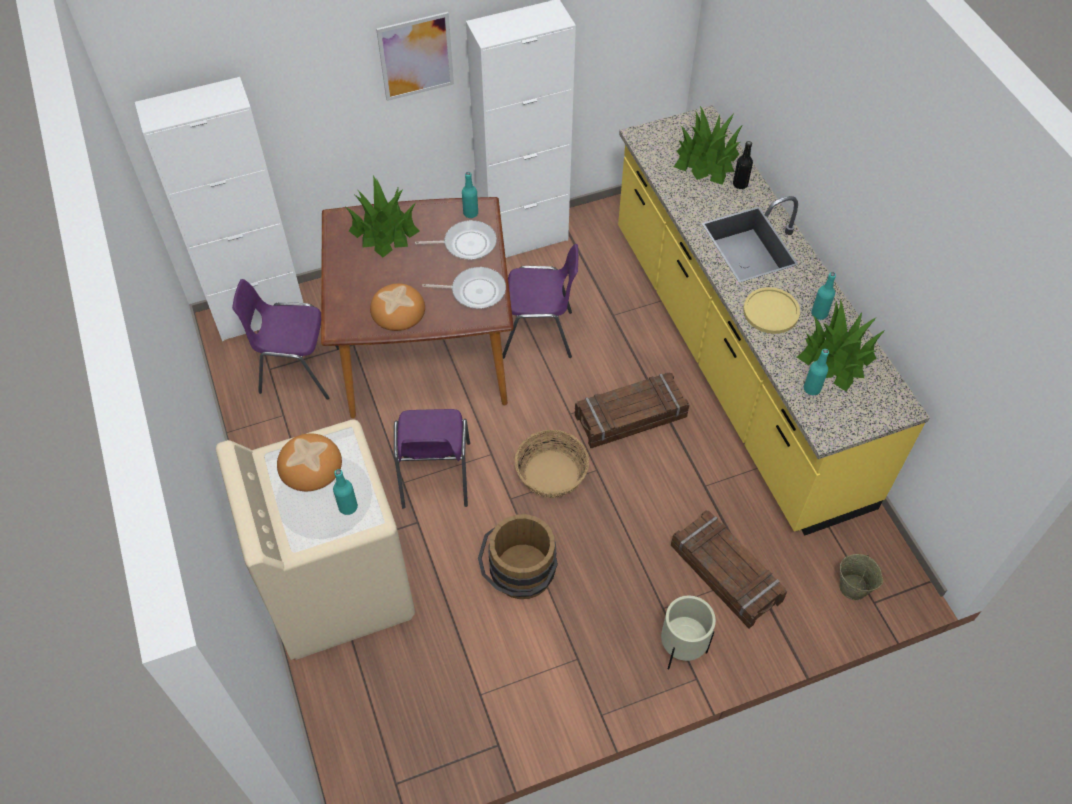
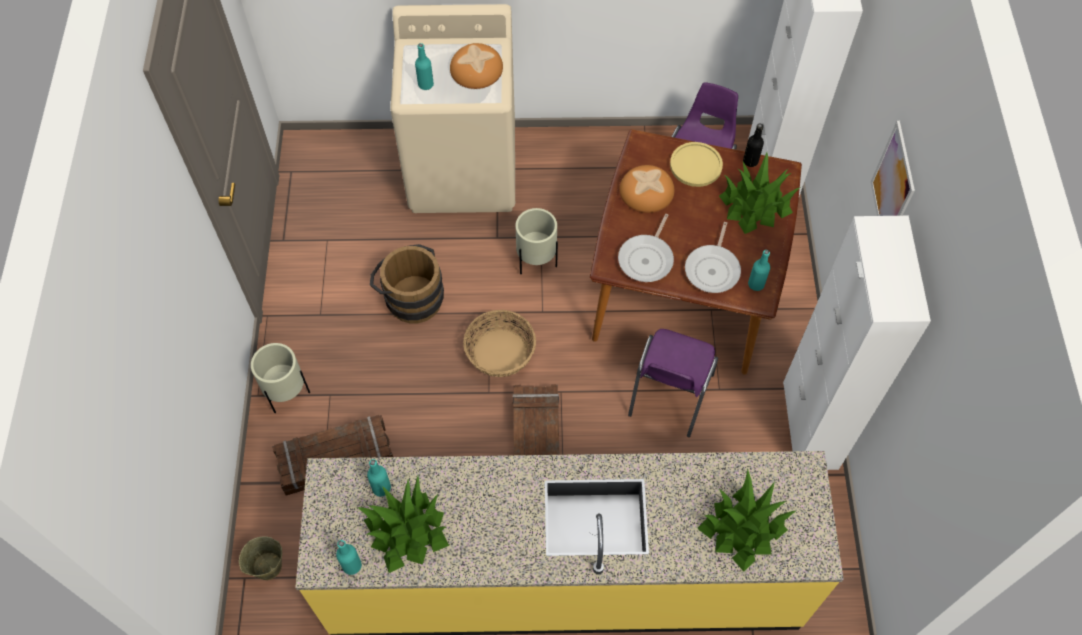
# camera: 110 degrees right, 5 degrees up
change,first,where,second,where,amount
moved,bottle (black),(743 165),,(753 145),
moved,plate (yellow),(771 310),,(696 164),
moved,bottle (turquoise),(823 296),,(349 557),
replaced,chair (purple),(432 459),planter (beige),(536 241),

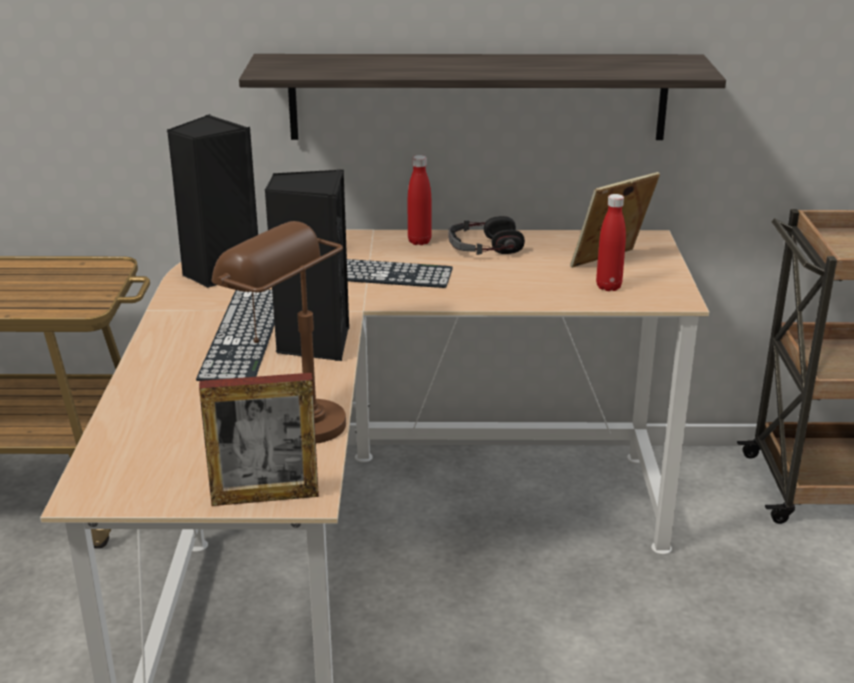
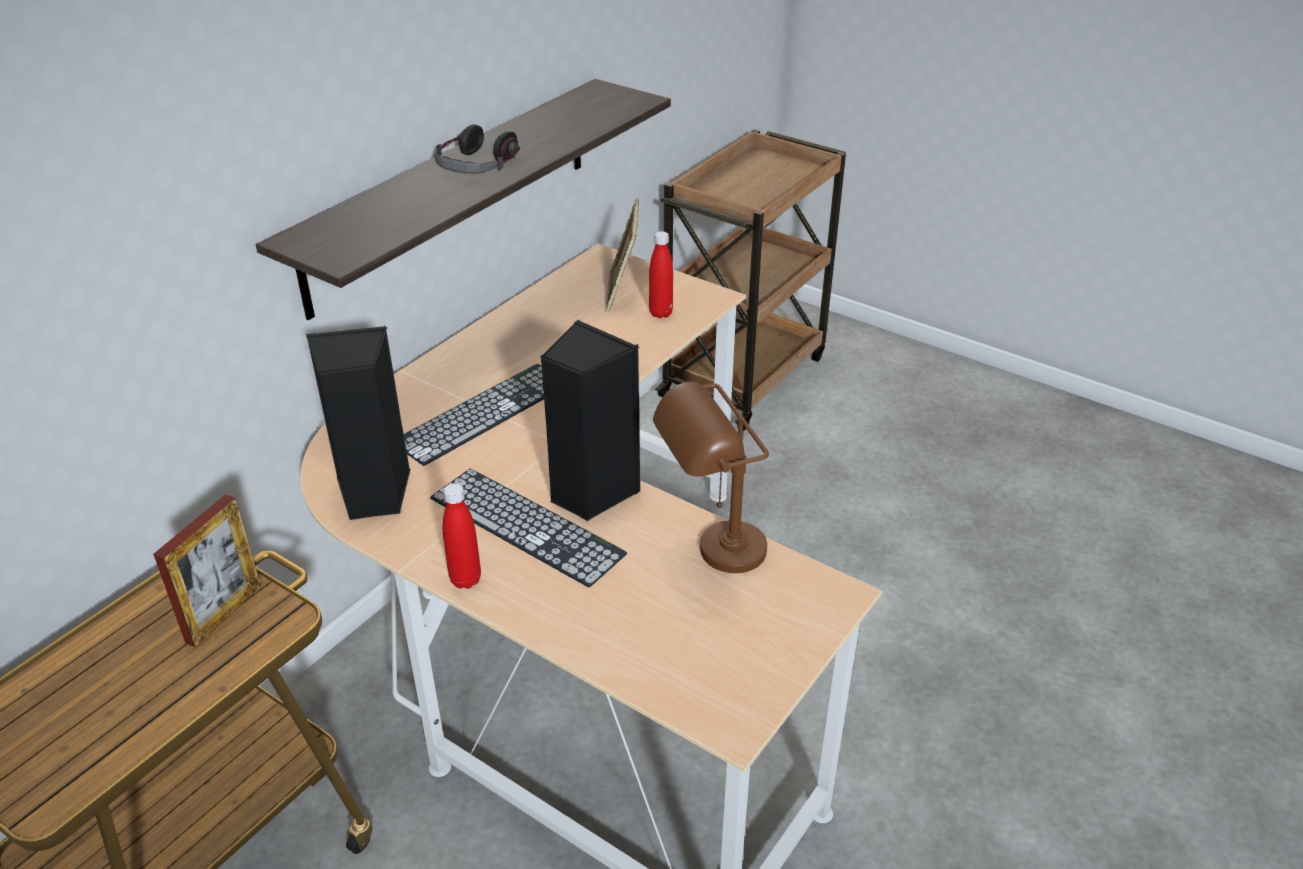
# camera: 55 degrees left, 10 degrees up
change,first,where,second,where,amount
moved,picture frame,(259 439),,(207 570),
moved,bottle (red),(420 200),,(462 536),
moved,headphones,(486 235),,(477 149),

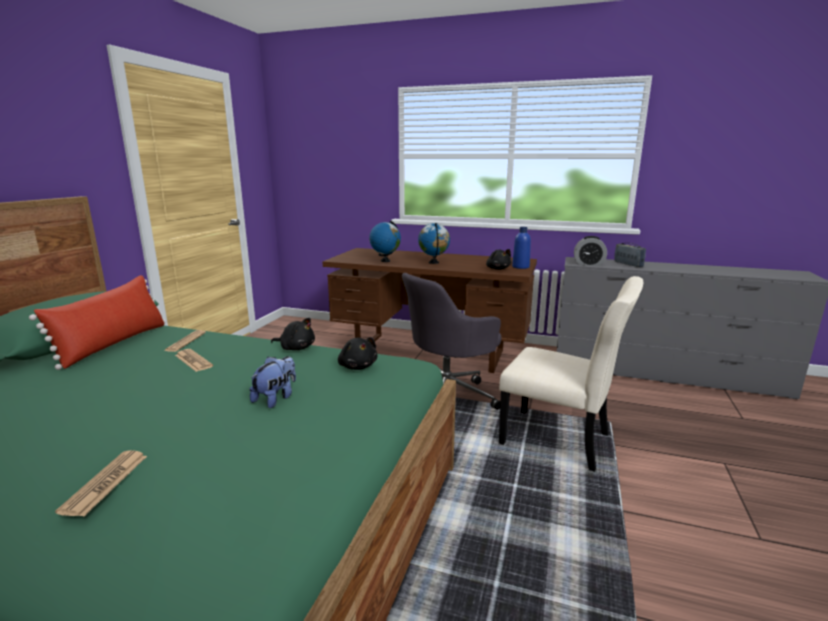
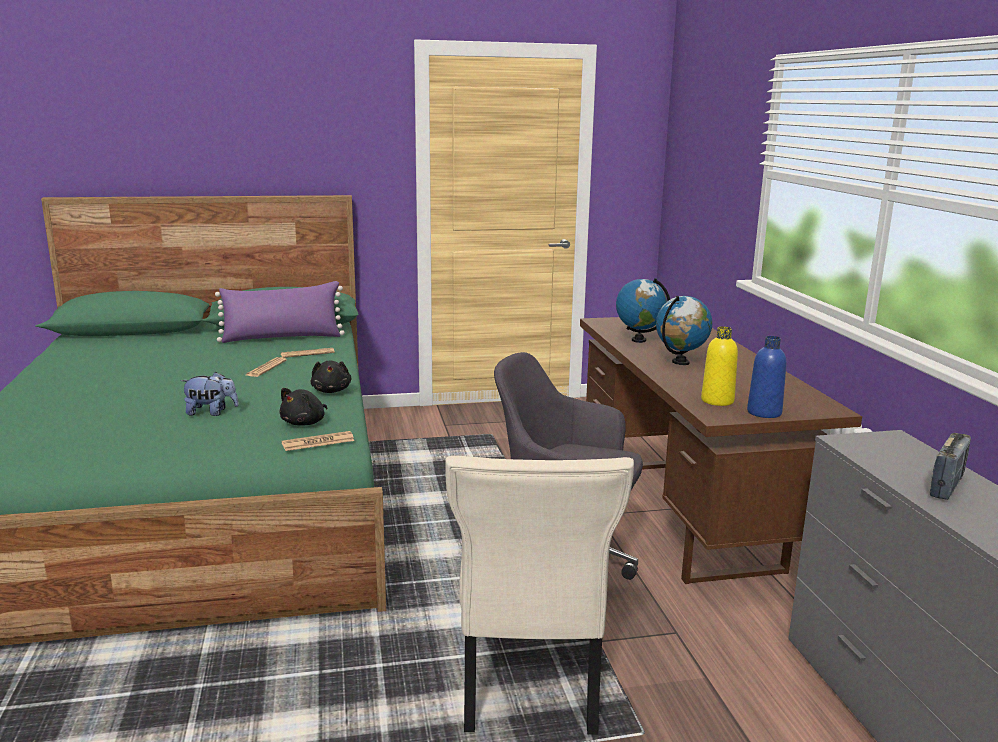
# camera: 60 degrees right, 0 degrees up
change,first,where,second,where,amount
removed,alarm clock,(590 251),,,
moved,newspaper,(101 483),,(318 441),
replaced,plush toy (black),(498 259),bottle (yellow),(719 366),
recoloured,pillow (red),(97 322),pillow (purple),(280 312),

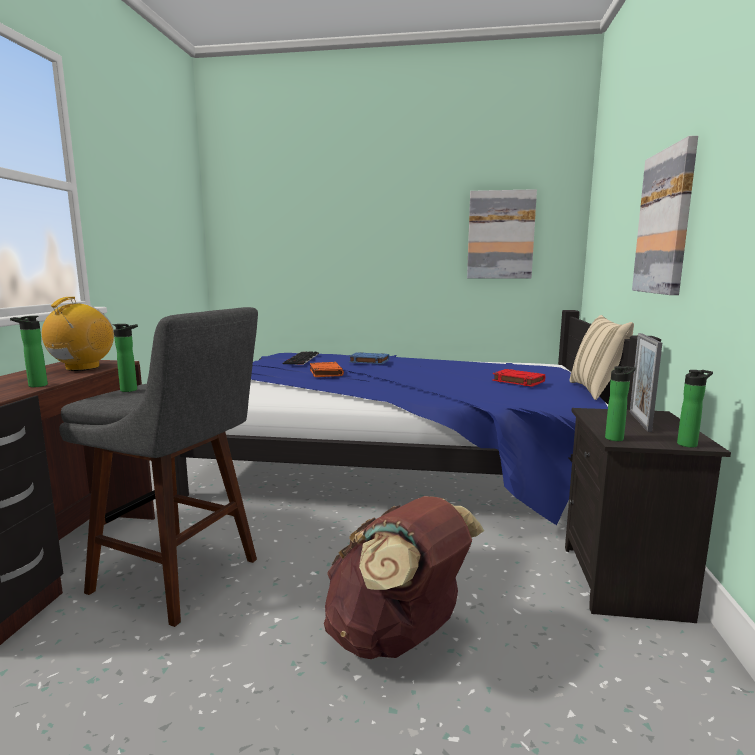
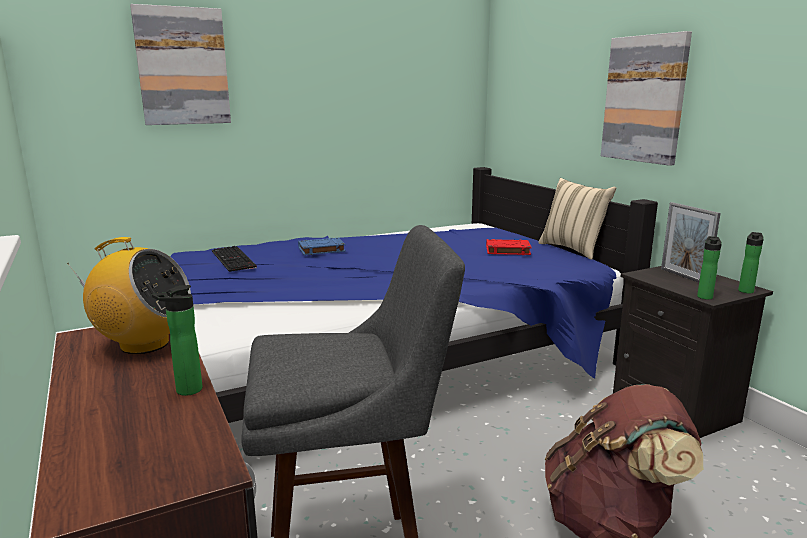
# camera: 35 degrees left, 5 degrees up
change,first,where,second,where,amount
removed,bottle,(125 358),,,
removed,book (orange),(327 369),,,
moved,picture,(502 234),,(180 64),
turned,radio,(78 334),,(129 295),120 degrees clockwise

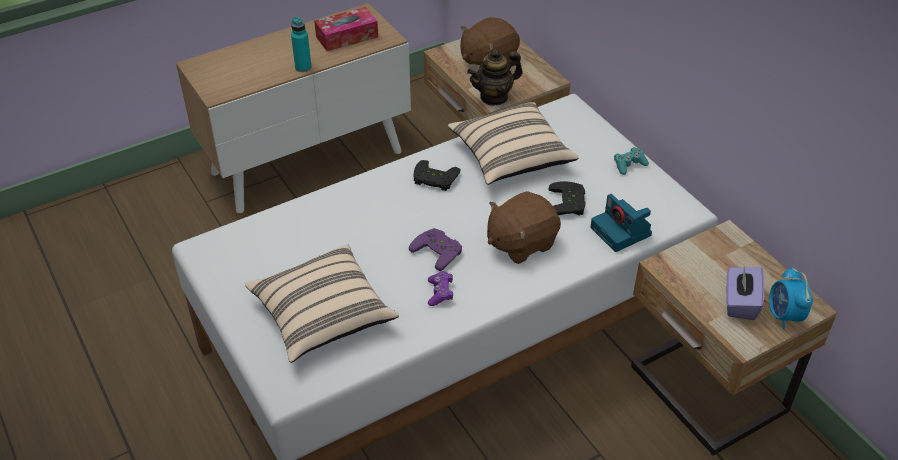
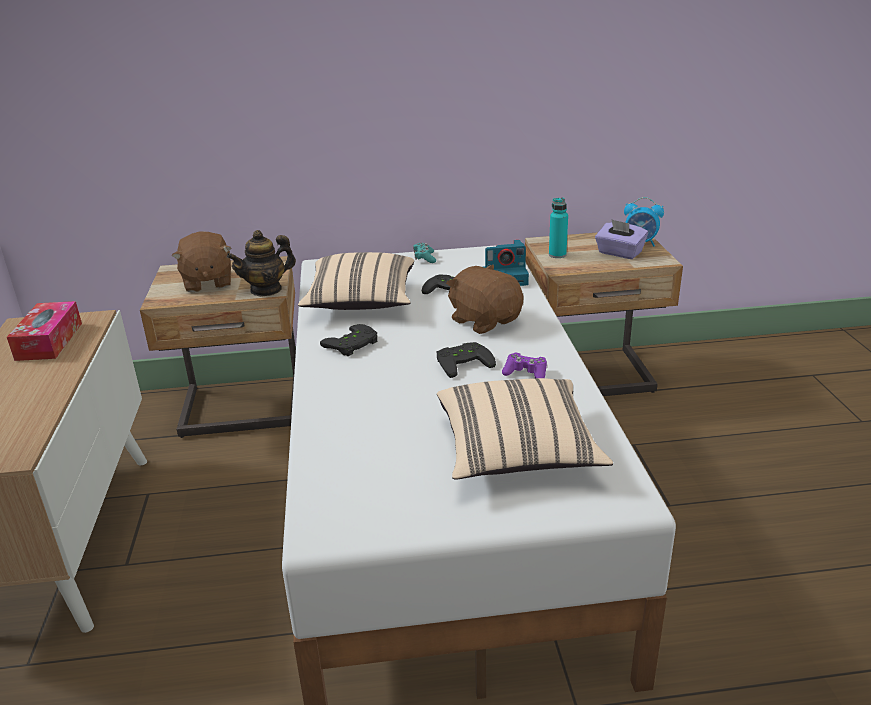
# camera: 65 degrees left, 15 degrees down
change,first,where,second,where,amount
moved,bottle (turquoise),(301 44),,(558 228),
recoloured,game controller (purple),(435 249),game controller (black),(466 360),
turned,teapot,(495 77),,(261 263),60 degrees clockwise
turned,plush toy (brown),(524 227),,(485 299),150 degrees clockwise

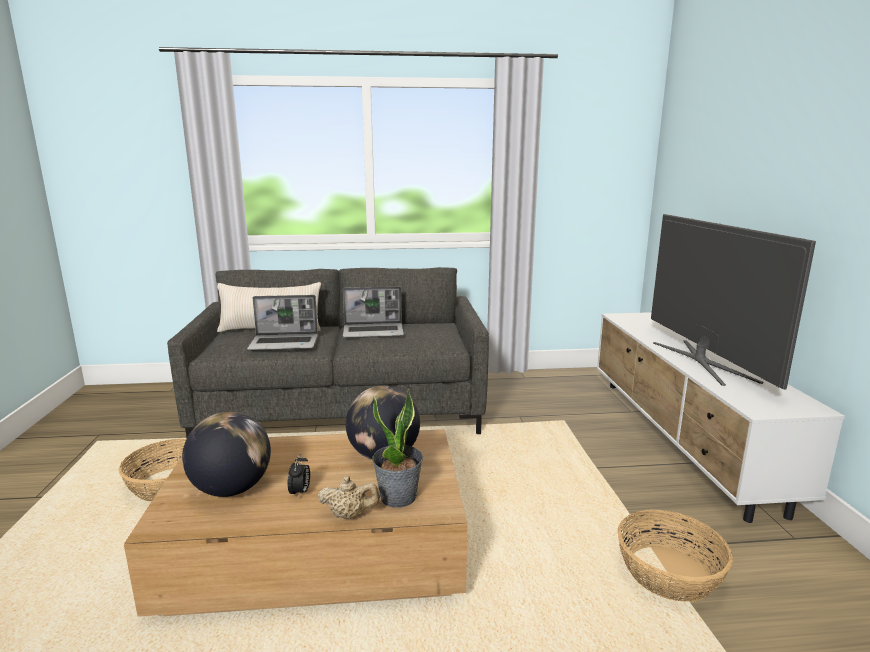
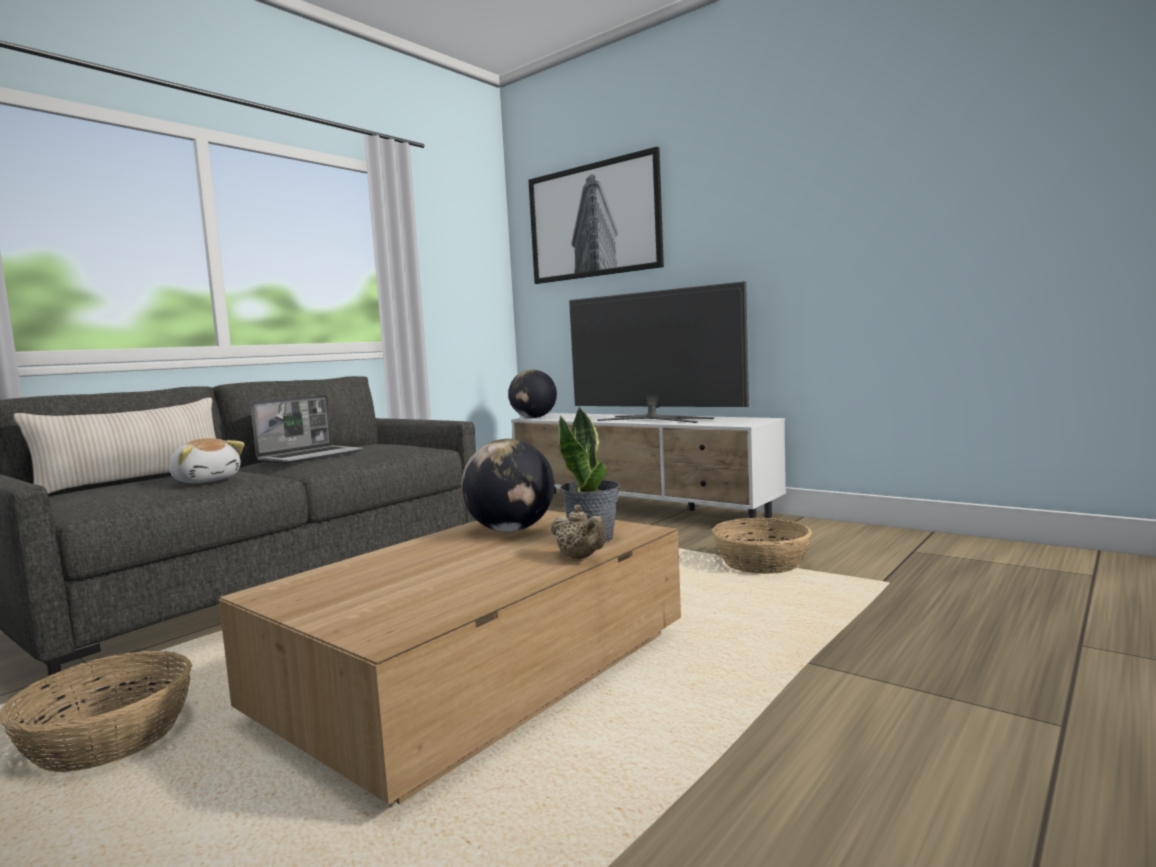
# camera: 45 degrees left, 10 degrees down
change,first,where,second,where,amount
removed,alarm clock,(299 475),,,
added,,,picture,(596 215),
moved,globe,(226 454),,(532 394),
replaced,laptop,(282 322),plush toy,(207 460),
turned,teapot (beige),(349 497),,(578 532),90 degrees clockwise

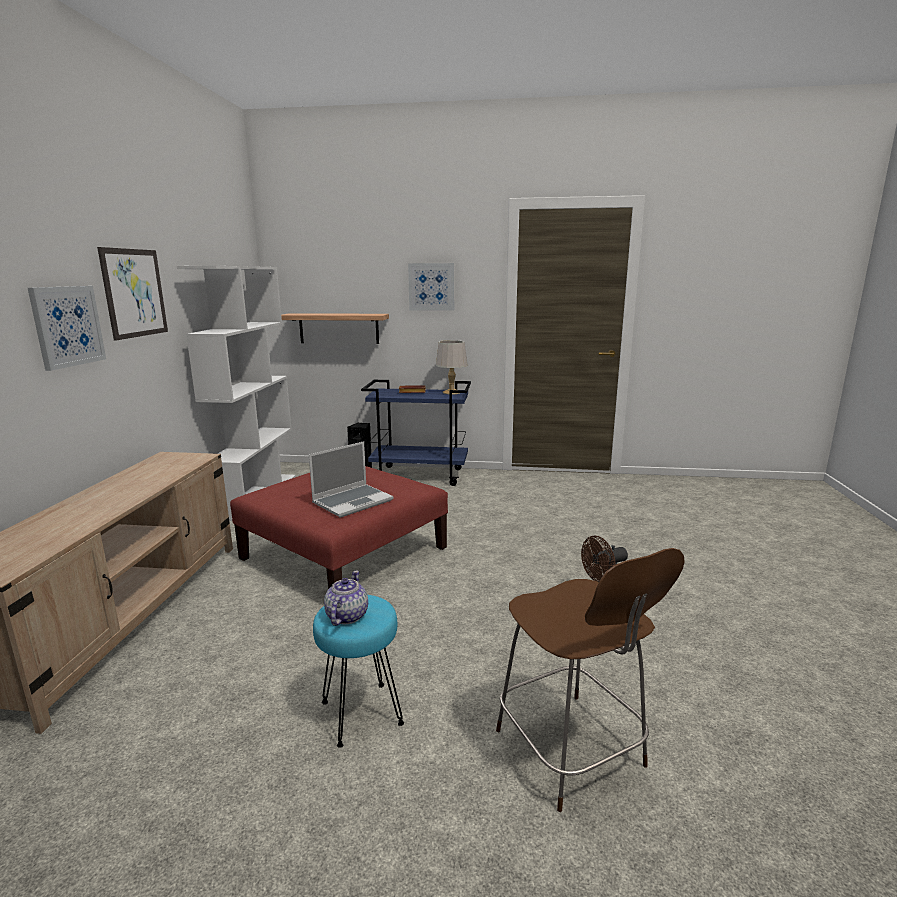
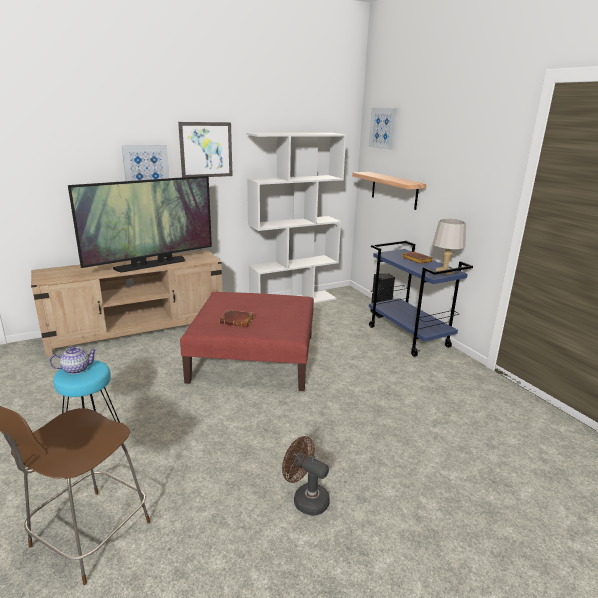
# camera: 55 degrees right, 5 degrees up
change,first,where,second,where,amount
added,,,television,(140 224),
moved,picture,(431 287),,(383 129),
replaced,laptop,(351 479),book (brown),(237 318),

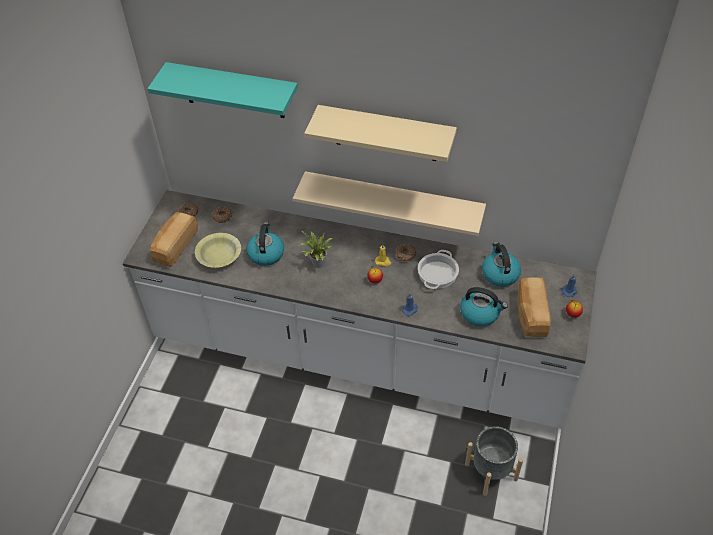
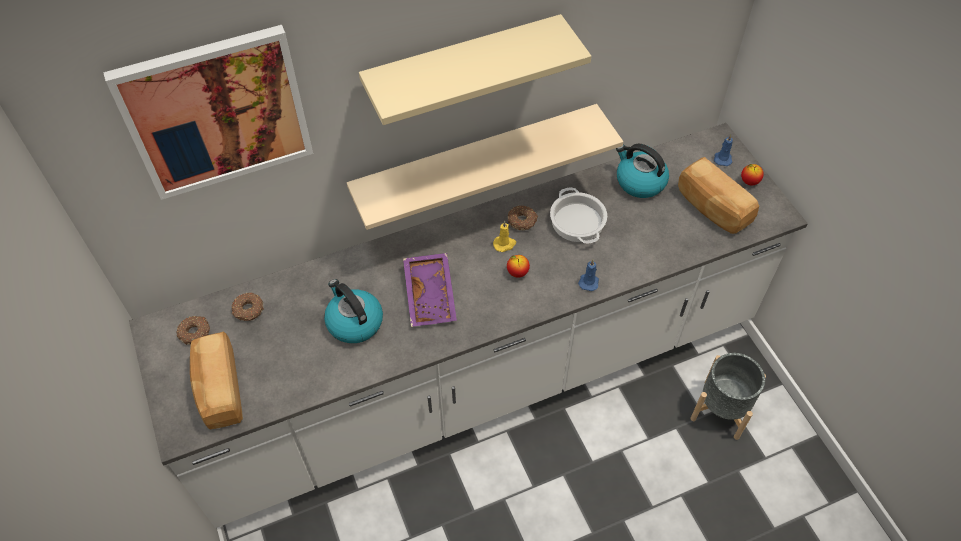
# camera: 40 degrees left, 5 degrees up
change,first,where,second,where,amount
removed,bowl (yellow),(218 250),,,
removed,kettle,(484 306),,,
replaced,shelf (turquoise),(222 90),picture,(208 112),
replaced,potted plant,(317 249),tray (purple),(430 290),

